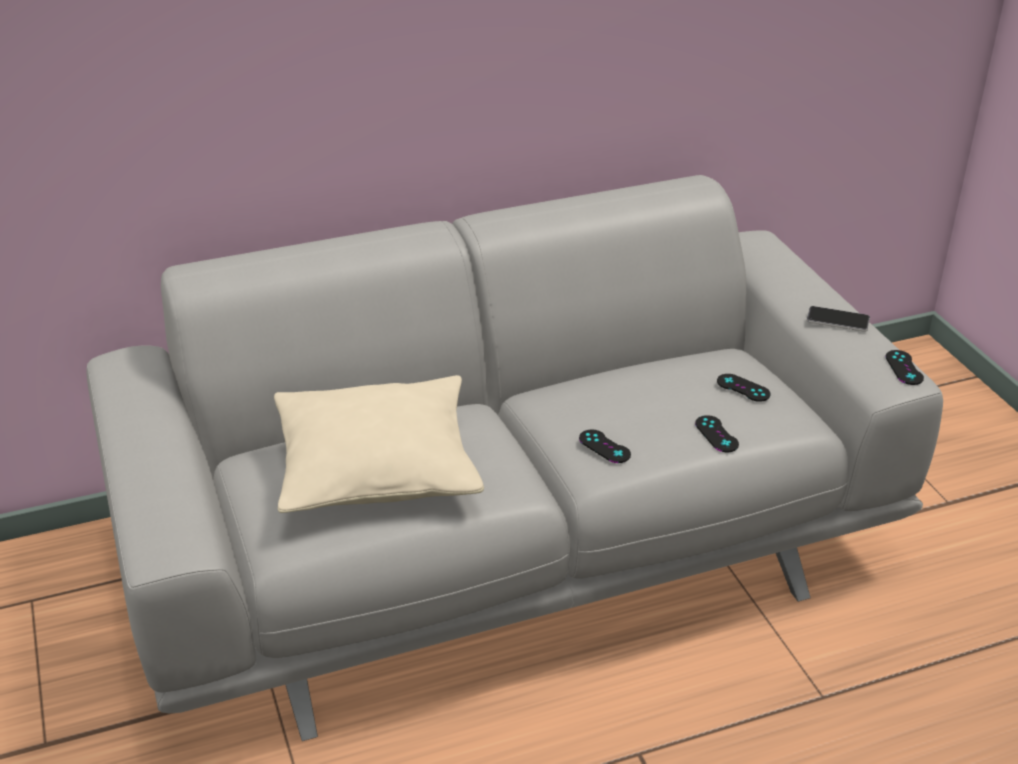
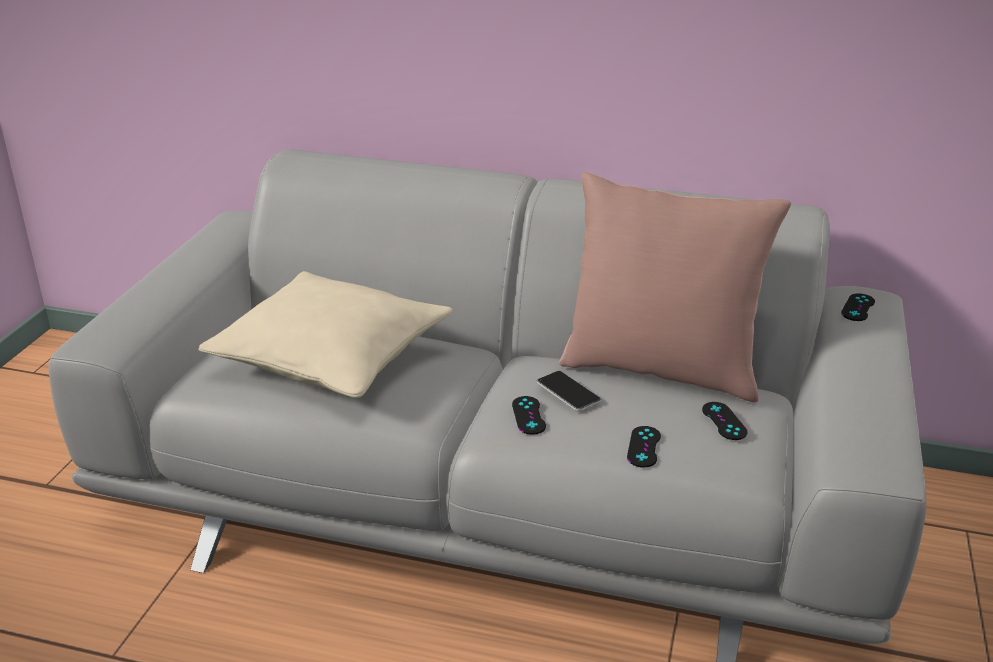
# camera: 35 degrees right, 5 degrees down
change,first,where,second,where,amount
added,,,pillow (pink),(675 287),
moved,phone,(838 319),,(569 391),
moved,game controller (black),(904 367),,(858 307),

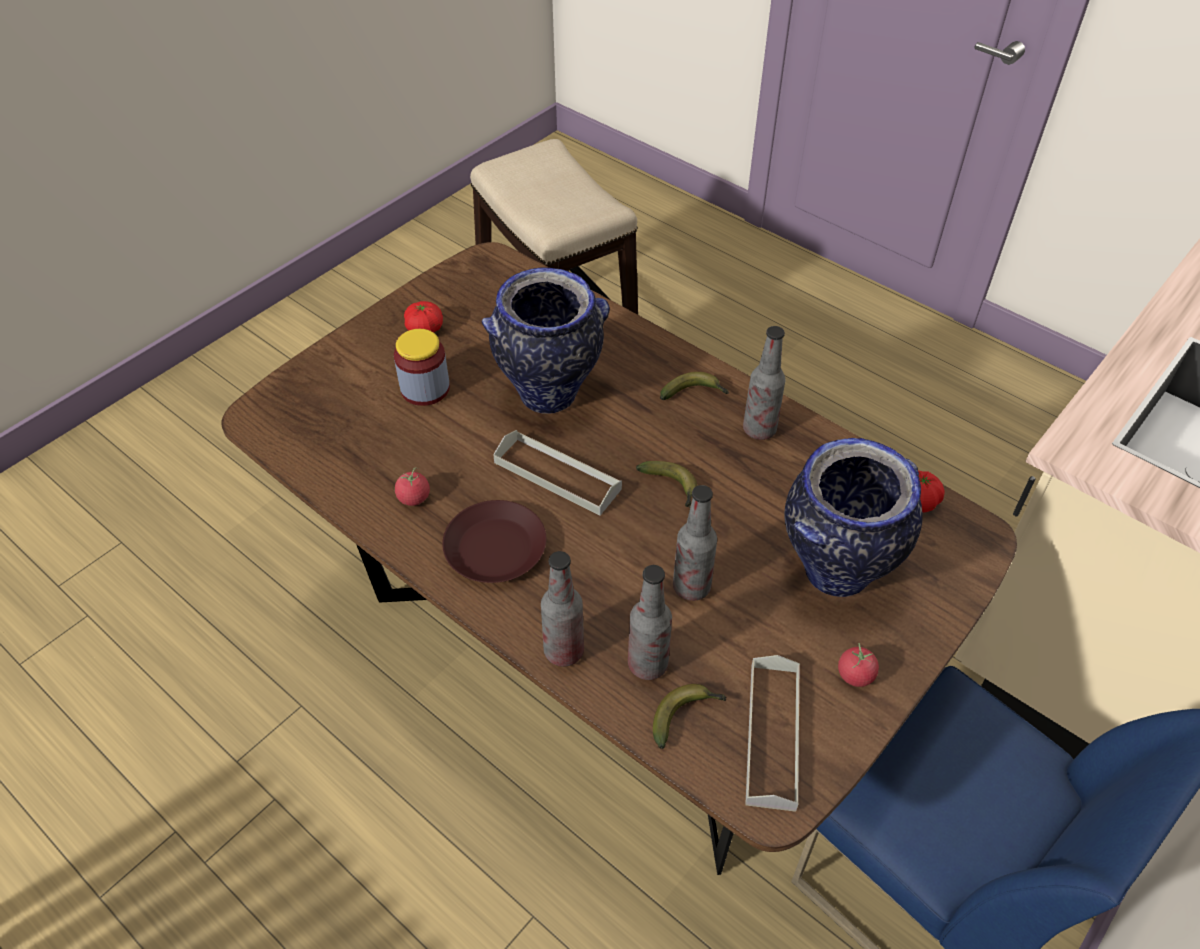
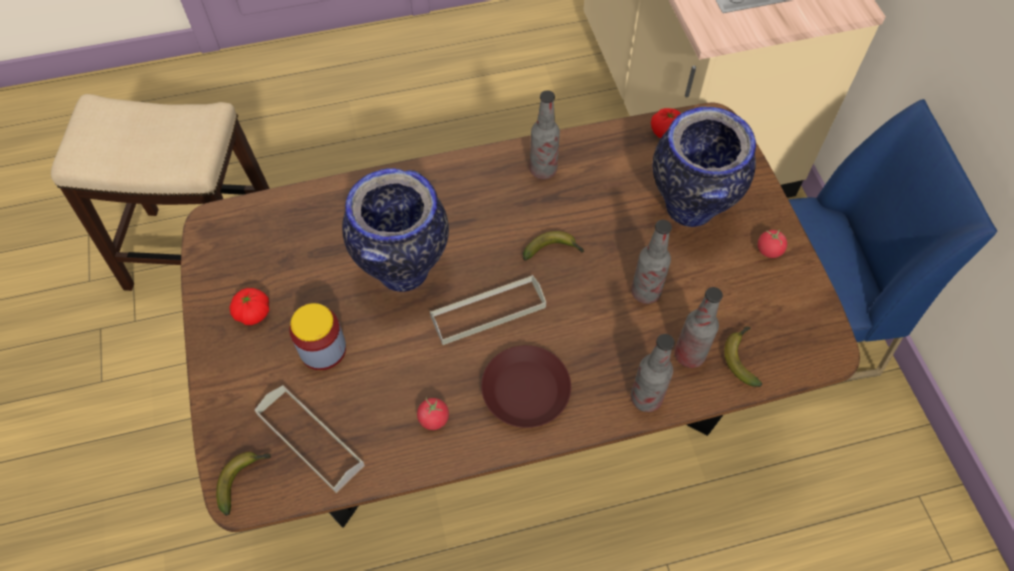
# camera: 55 degrees left, 10 degrees up
change,first,where,second,where,amount
moved,banana,(694 386),,(243 484),
moved,tray (grey),(772 733),,(309 439),

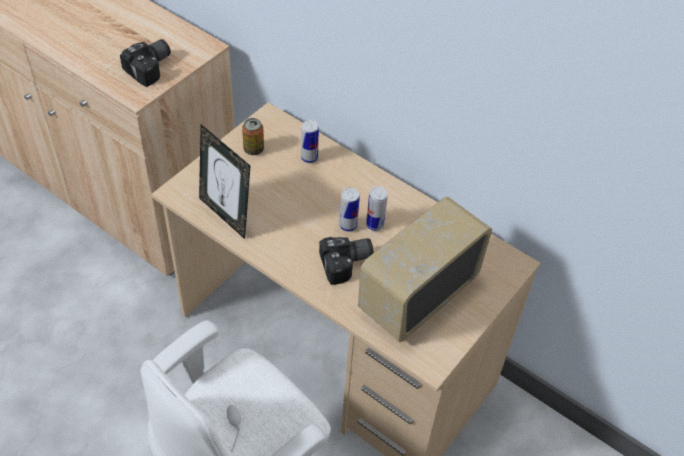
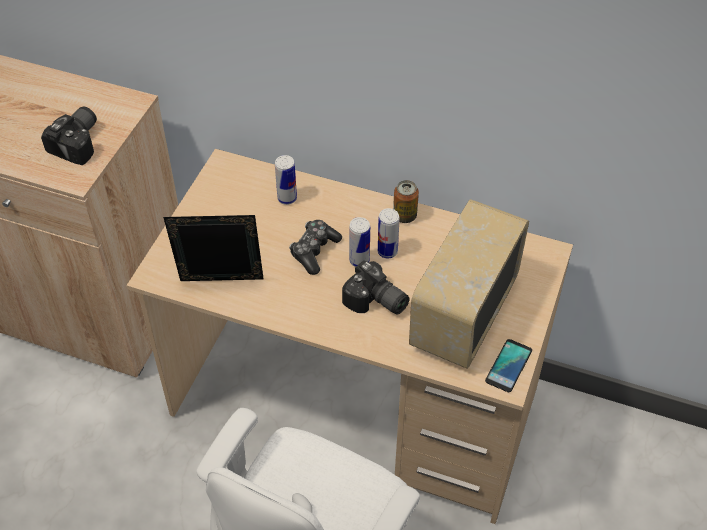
# camera: 15 degrees left, 0 degrees up
change,first,where,second,where,amount
added,,,game controller,(315 247),
added,,,phone,(508 365),
moved,can,(253 136),,(406 201),
turned,picture frame,(224 181),,(213 248),150 degrees clockwise
turned,photo camera,(346 261),,(376 287),75 degrees clockwise

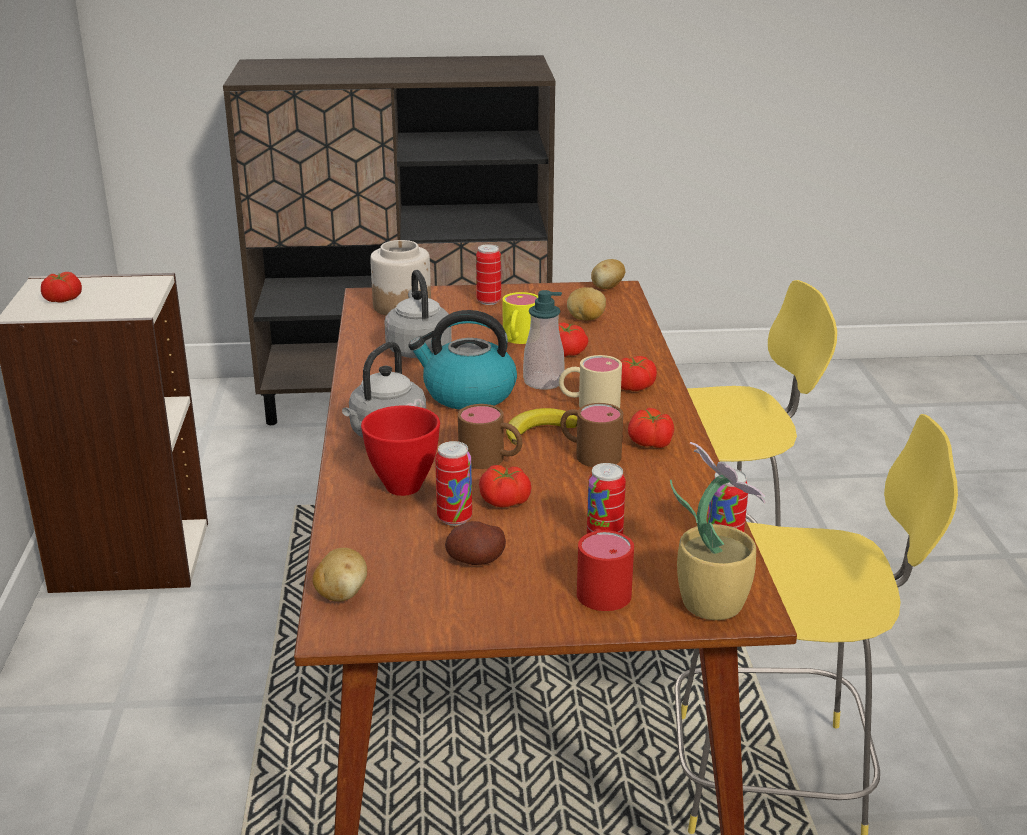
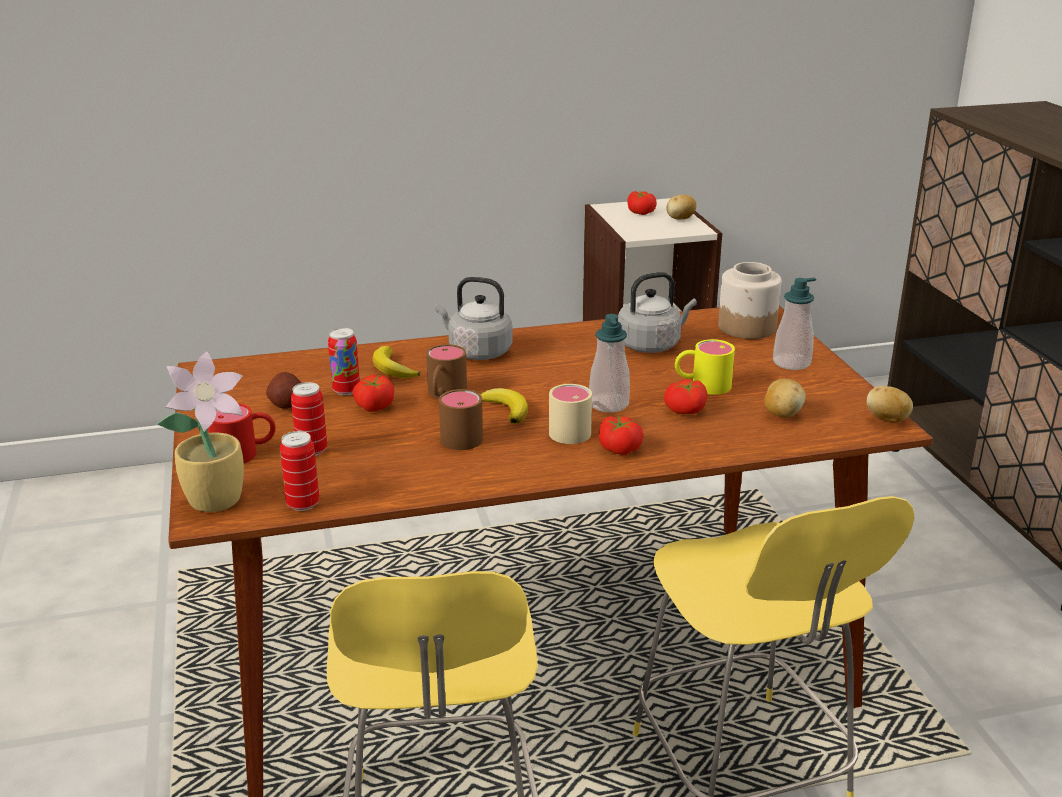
# camera: 80 degrees right, 0 degrees up
change,first,where,second,where,amount
removed,kettle,(462 360),,,
removed,tomato,(651 428),,,
moved,potato,(340 574),,(681 207),
replaced,bowl (red),(400 450),banana,(396 362),
replaced,can,(488 274),soap dispenser,(794 324),

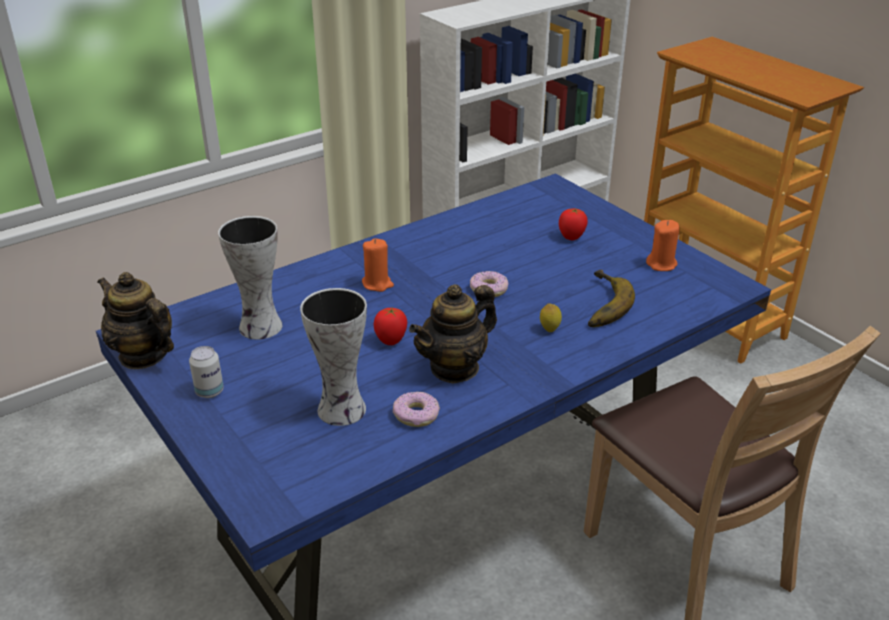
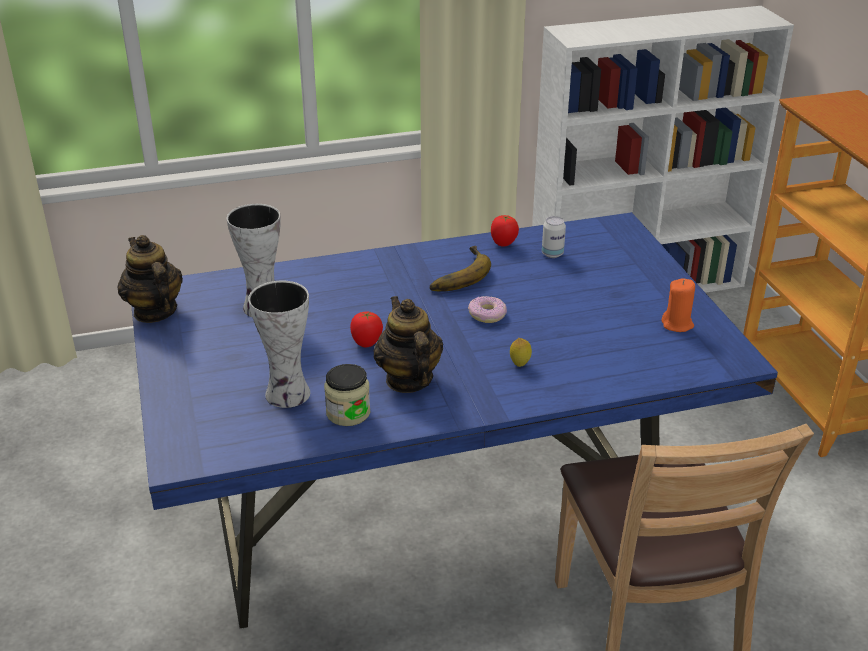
# camera: 20 degrees right, 0 degrees up
change,first,where,second,where,amount
removed,candle (orange),(378 265),,,
moved,can,(206 372),,(554 237),
moved,tomato,(573 224),,(505 231),
moved,banana,(611 298),,(460 269),
replaced,donut,(416 409),jar,(347 395),
turned,teapot,(453 334),,(408 344),90 degrees clockwise

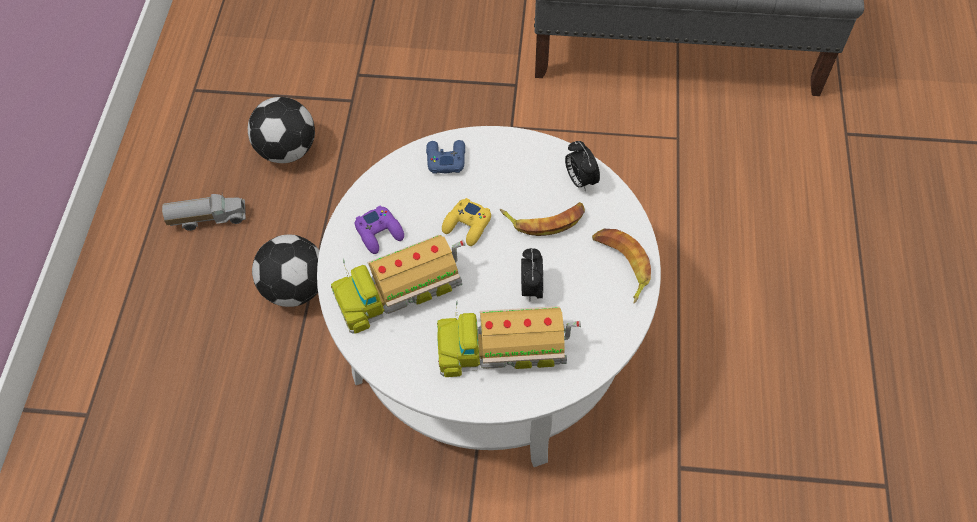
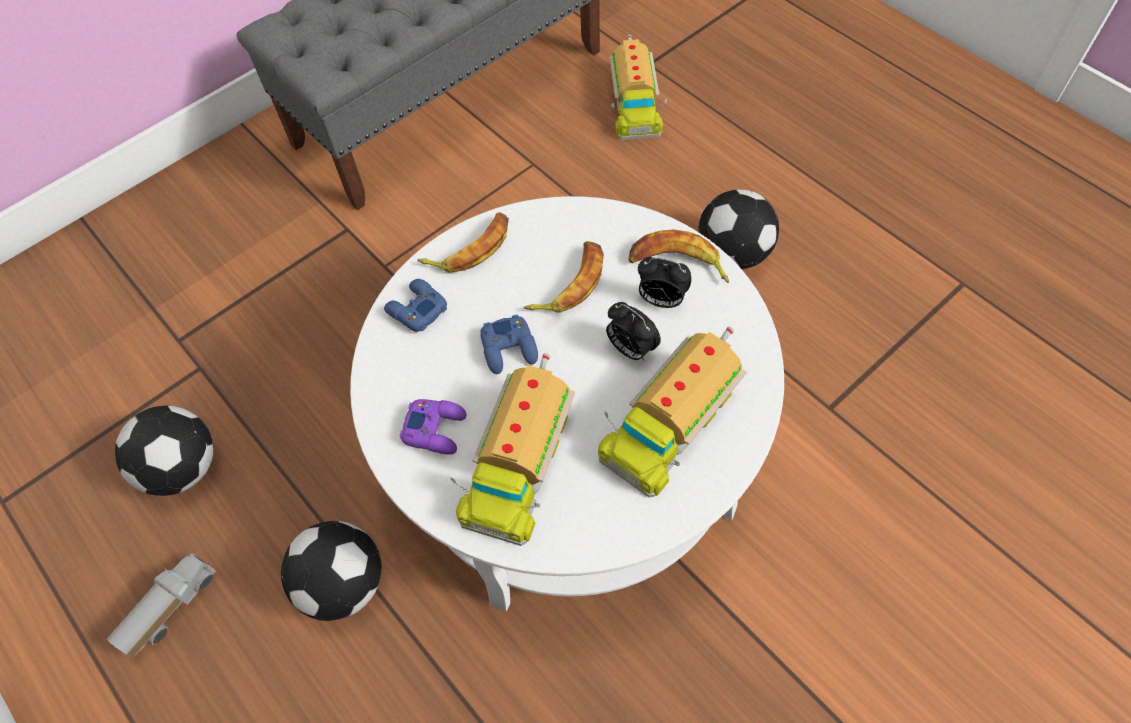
# camera: 45 degrees left, 0 degrees up
change,first,where,second,where,amount
added,,,banana,(463 242),
added,,,toy truck,(638 87),
added,,,football,(738 229),
moved,alarm clock,(582 166),,(665 282),
recoloured,game controller (yellow),(466 222),game controller (blue),(509 344),

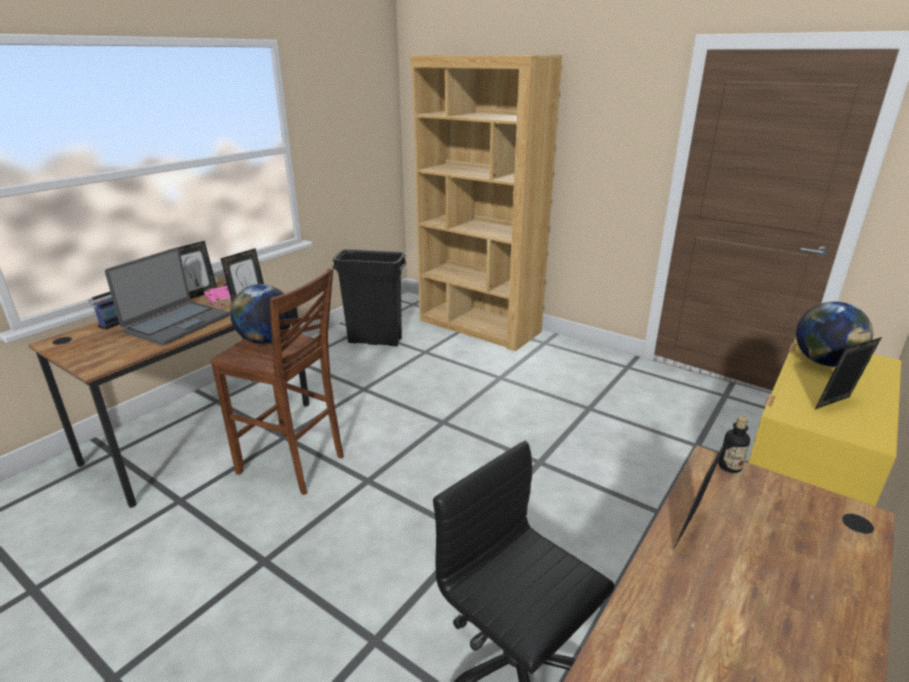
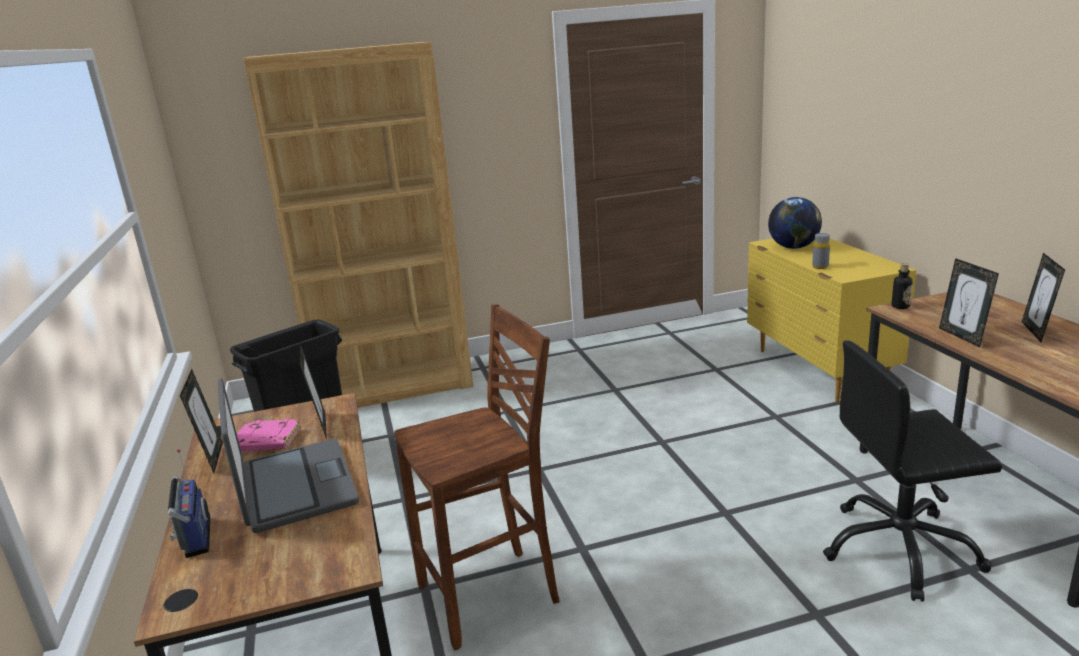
# camera: 50 degrees left, 5 degrees down
change,first,where,second,where,amount
removed,globe,(261 314),,,
added,,,bottle (grey),(821 251),
moved,picture frame,(848 373),,(1043 297),

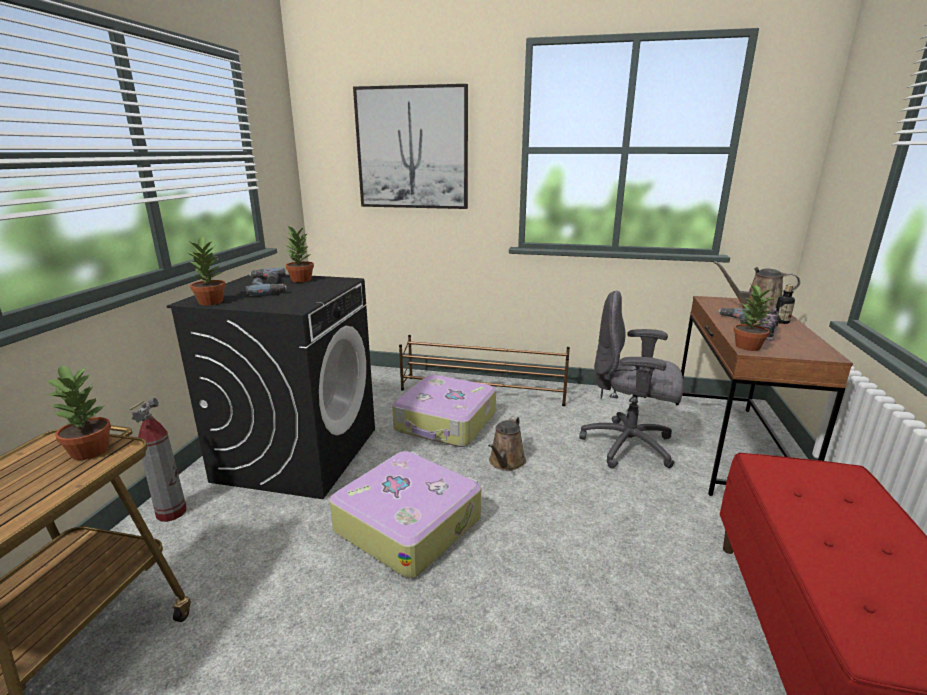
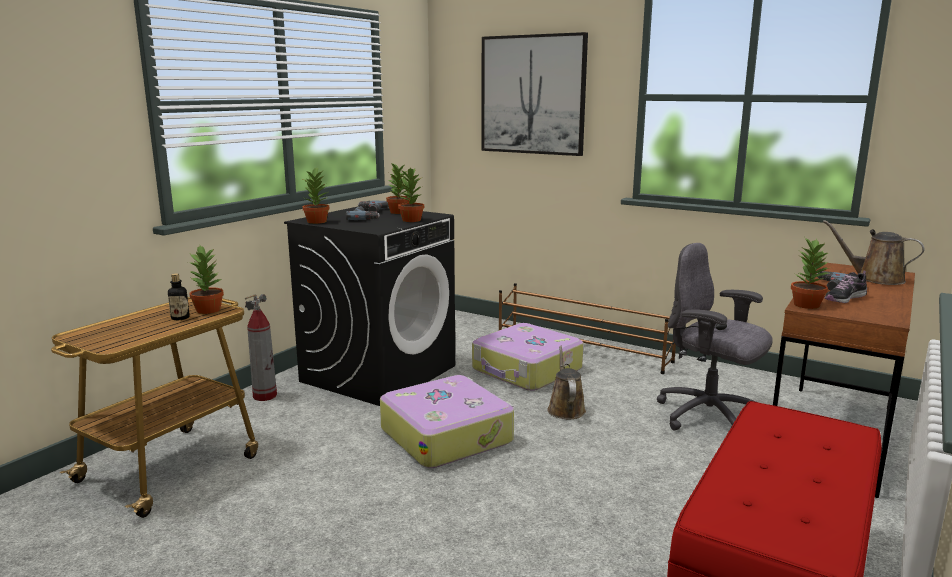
# camera: 20 degrees right, 5 degrees down
change,first,where,second,where,amount
added,,,potted plant,(411 194),
moved,bottle,(785 304),,(179 297),
turned,watering can (brown),(507 443),,(566 382),135 degrees clockwise

